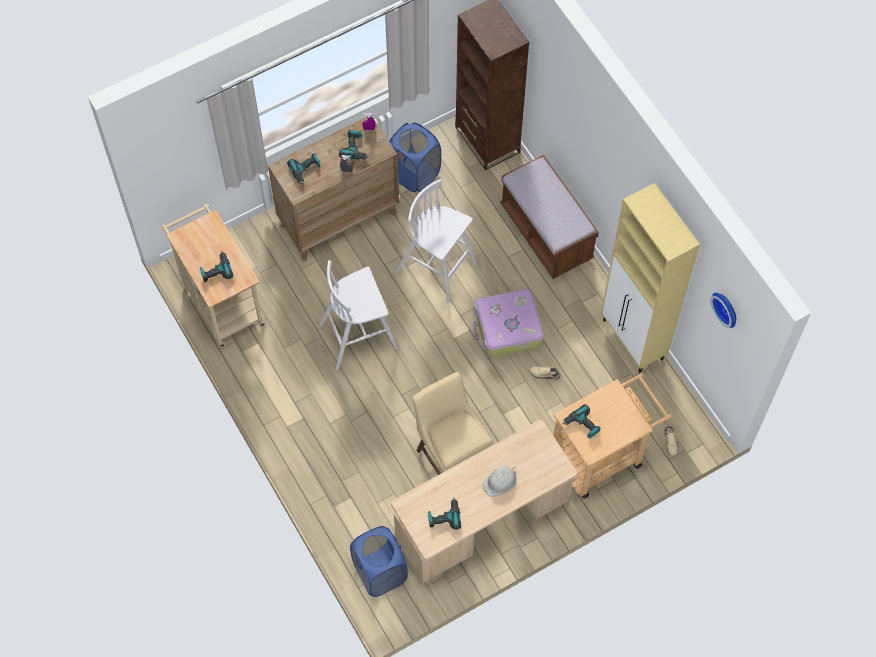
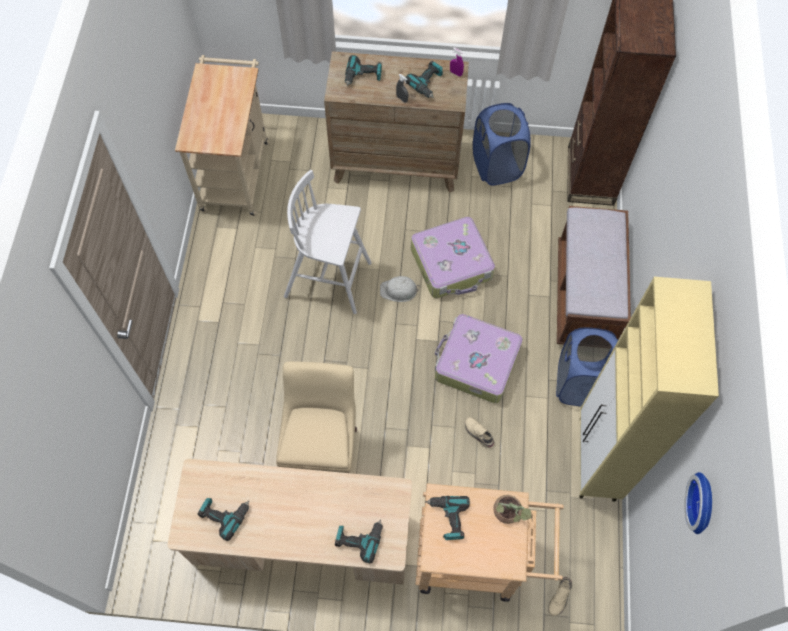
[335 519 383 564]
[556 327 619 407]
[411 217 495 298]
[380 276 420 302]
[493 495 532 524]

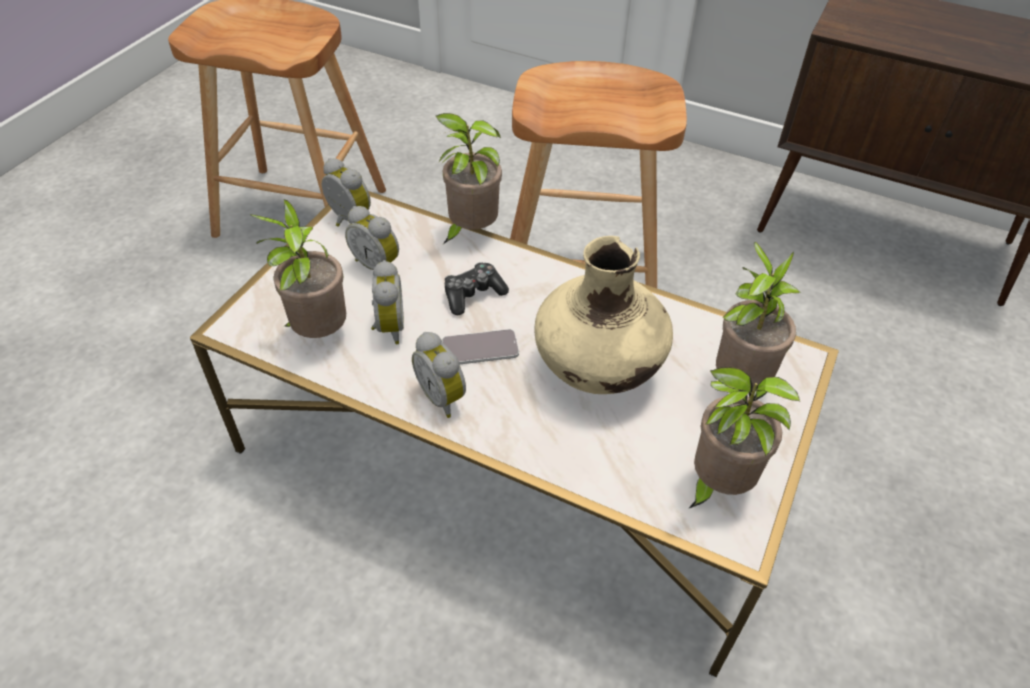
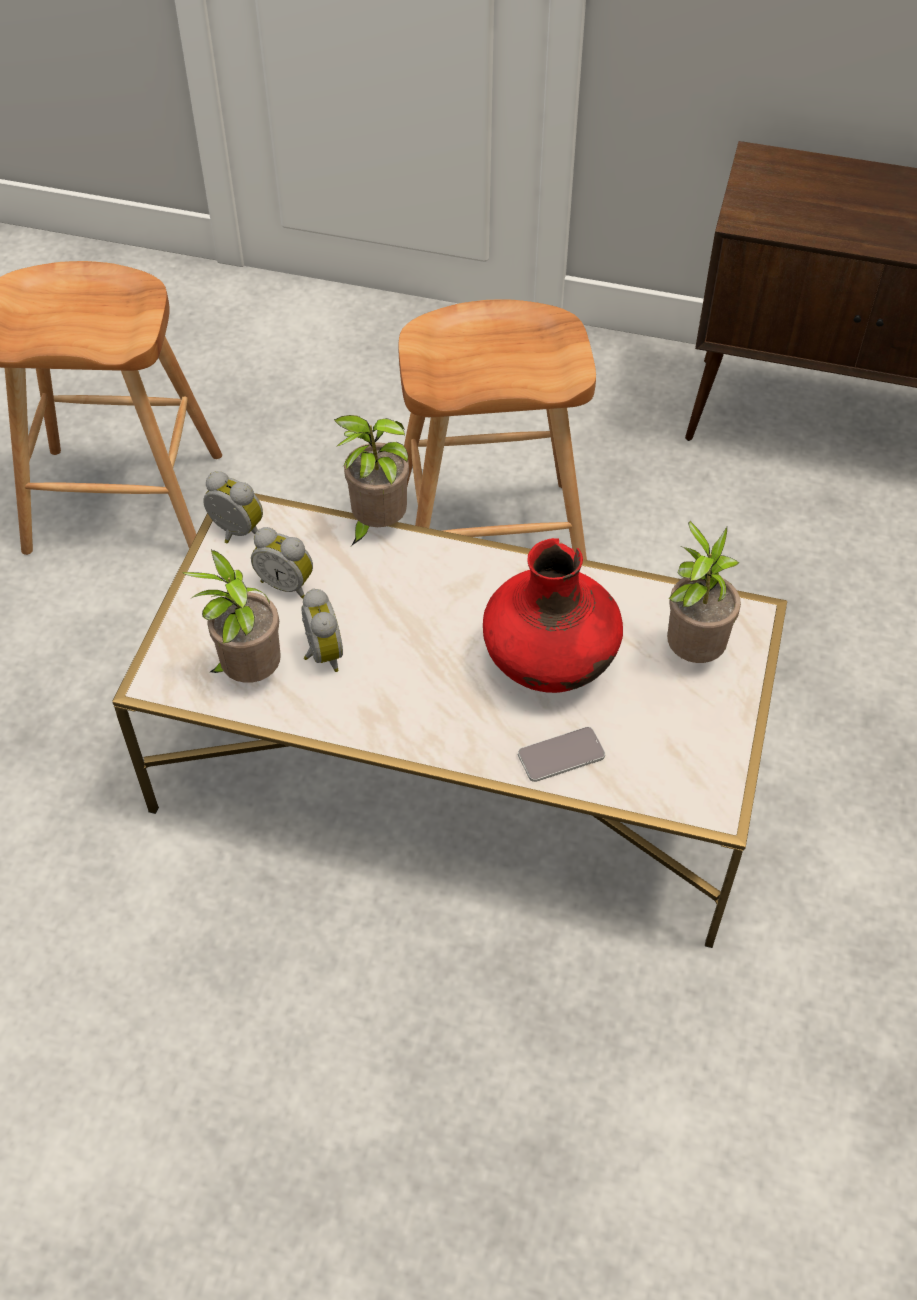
[412 332 466 418] (first image)
[518 727 605 782]
[445 262 509 315] (first image)
[483 538 623 693]
[688 367 800 509] (first image)

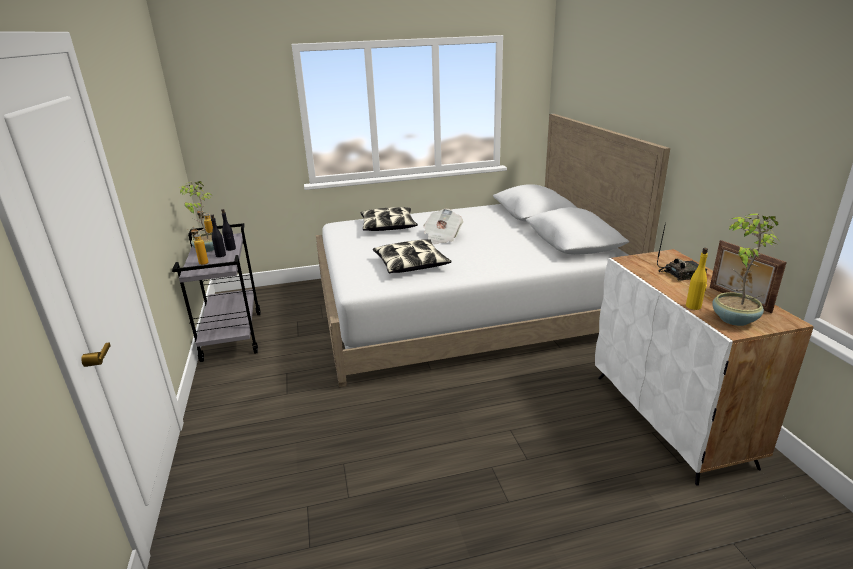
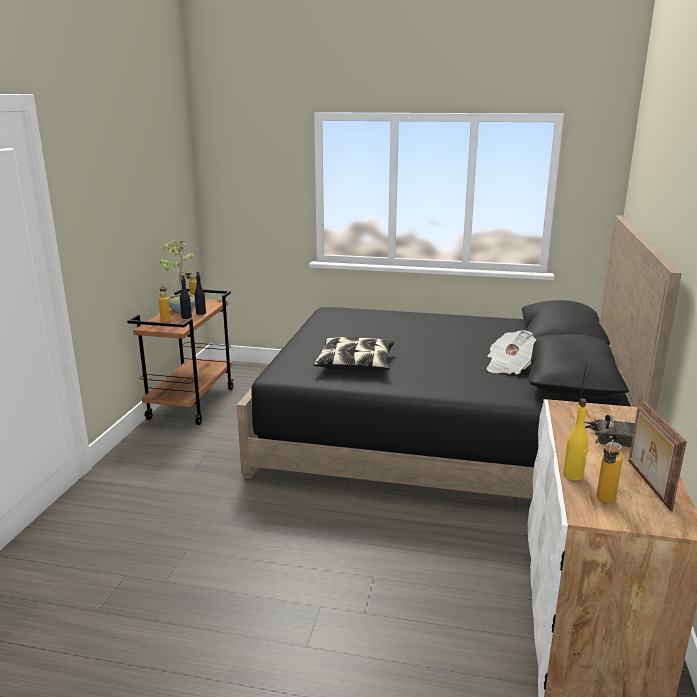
[127 288 234 425]
[237 216 682 499]
[361 207 418 231] (first image)
[487 330 536 374]
[596 440 622 504]

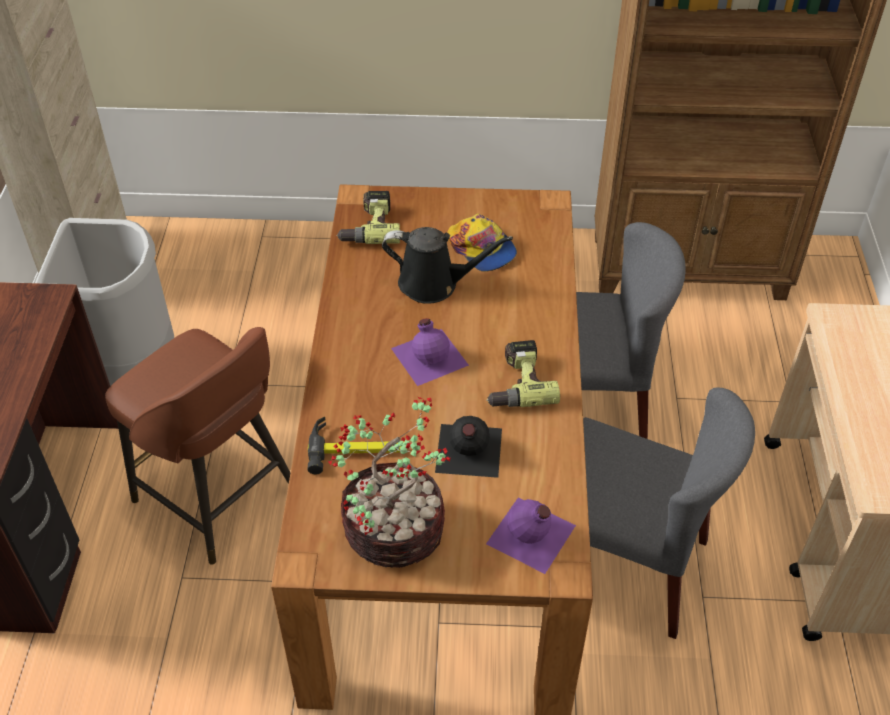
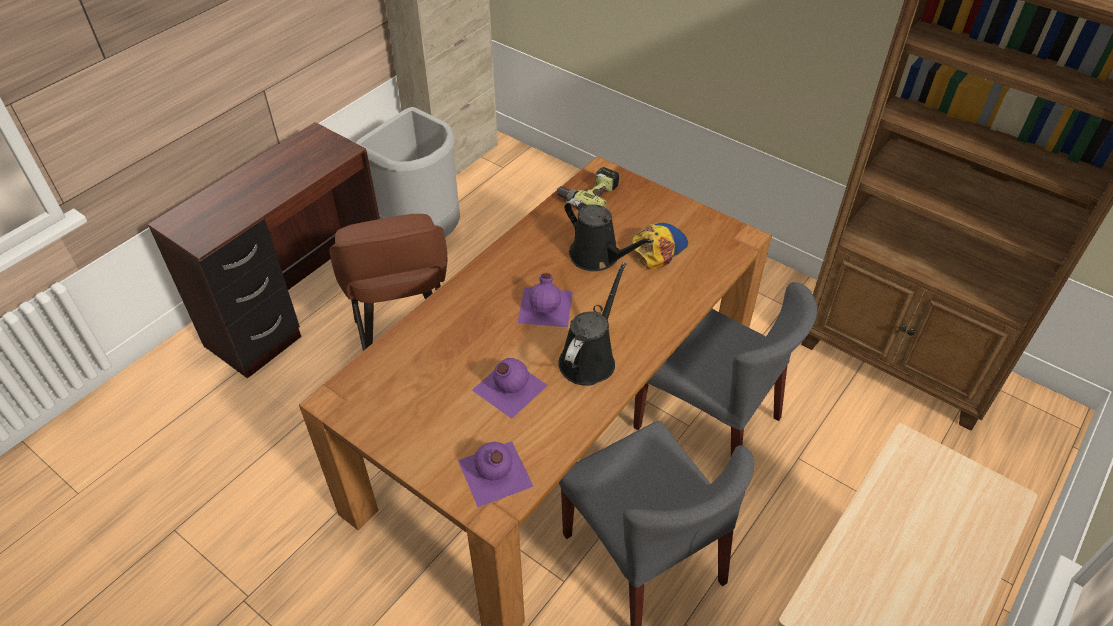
[308 416 404 474] (first image)
[328 397 451 568] (first image)
[472 358 548 419]
[632 223 688 270]
[558 262 626 385]

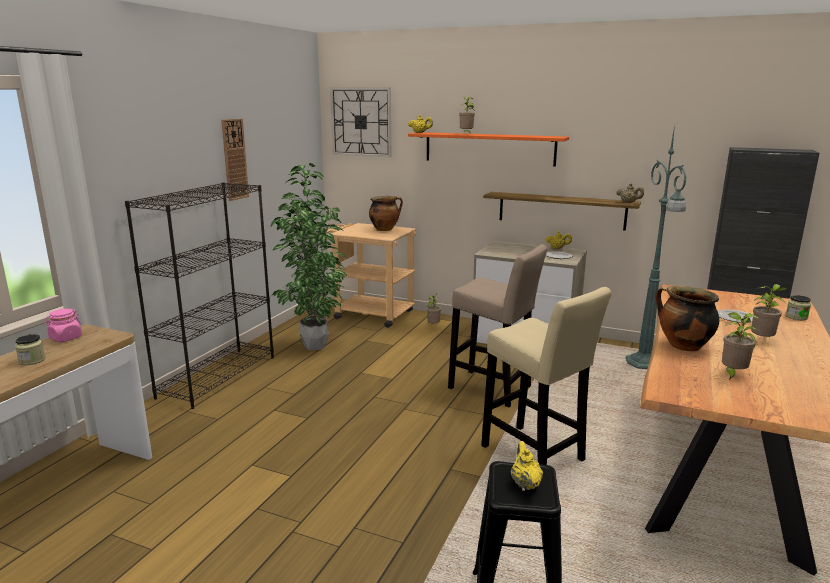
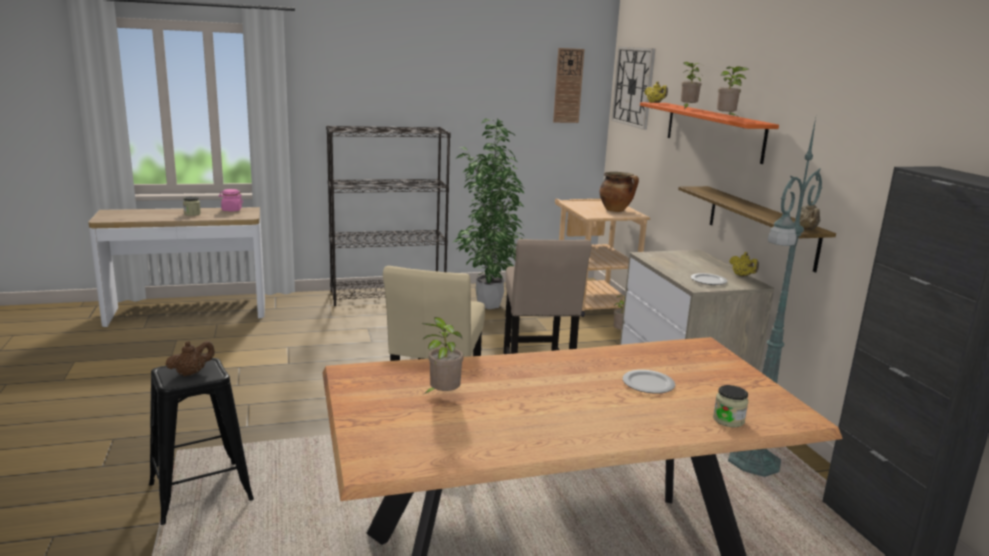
[553 48 585 123]
[166 341 215 376]
[656 286 719 352] (first image)
[717 66 749 116]

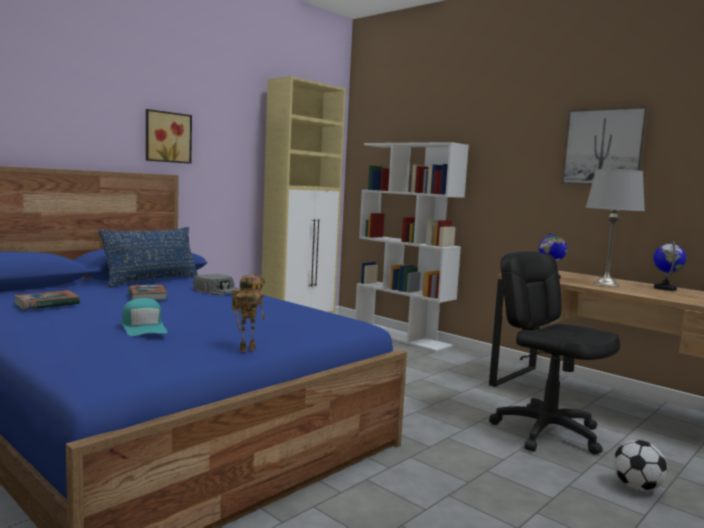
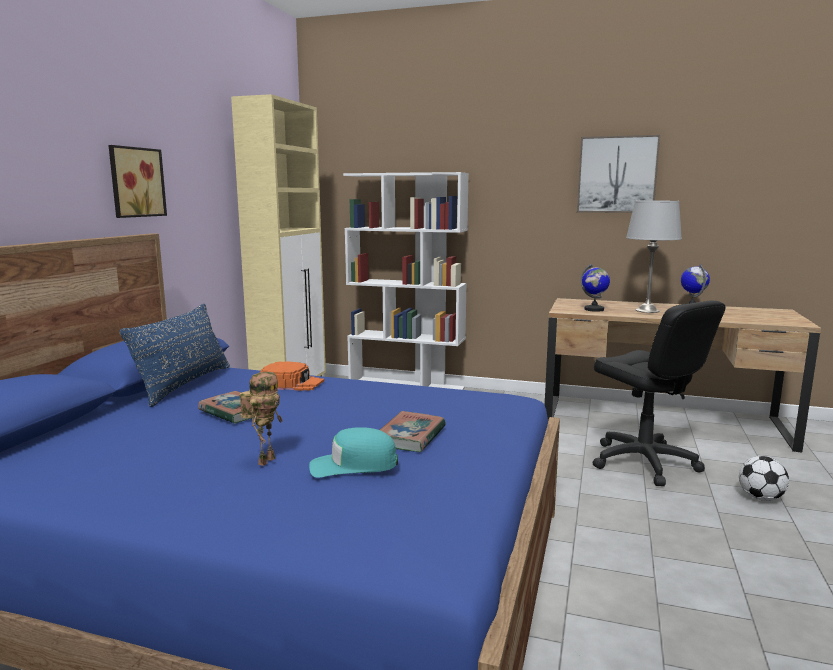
[380 411 446 452]
[309 427 398 477]
[260 361 325 391]
[239 372 283 466]
[593 301 726 486]

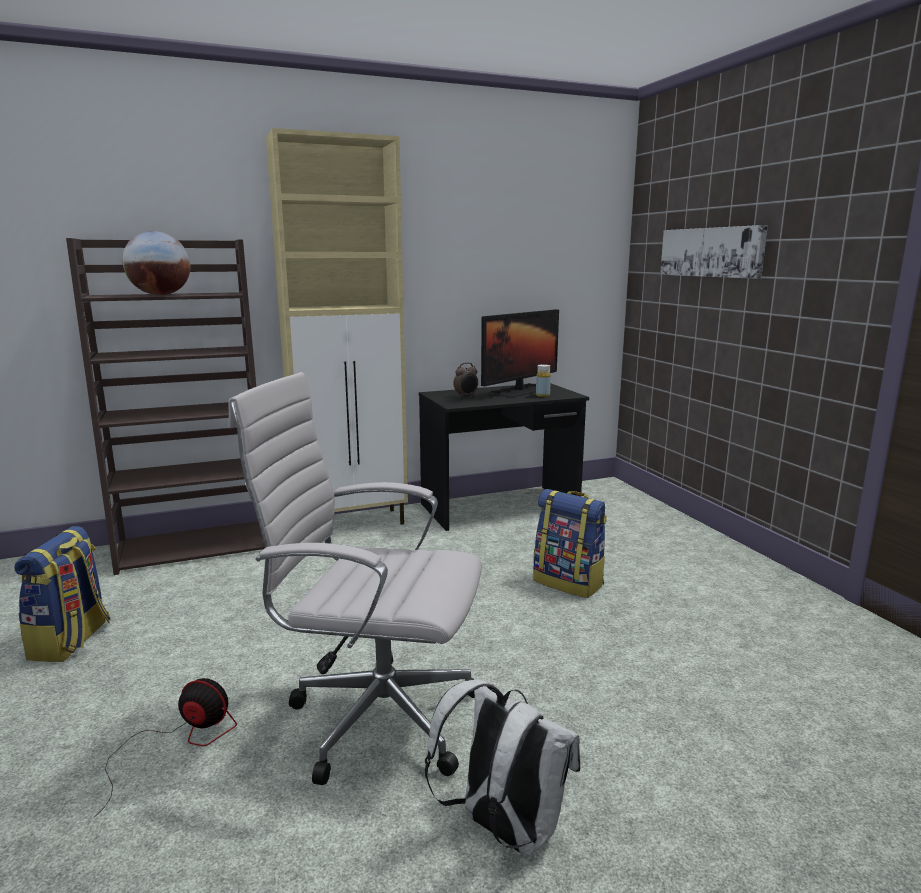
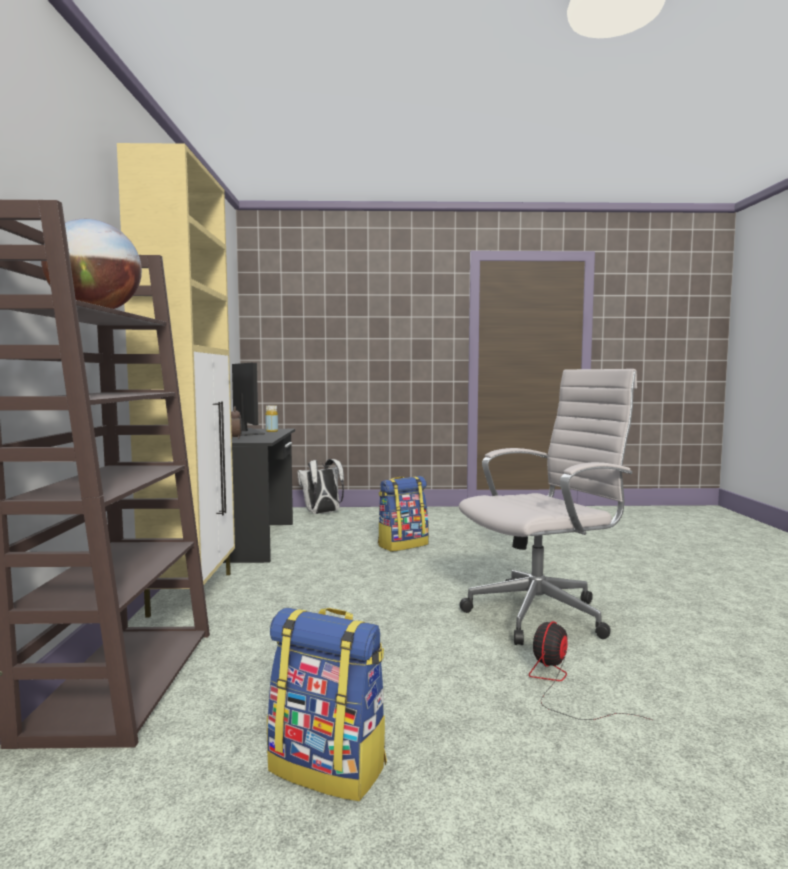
[459 369 637 645]
[297 459 344 514]
[660 225 768 279] (first image)

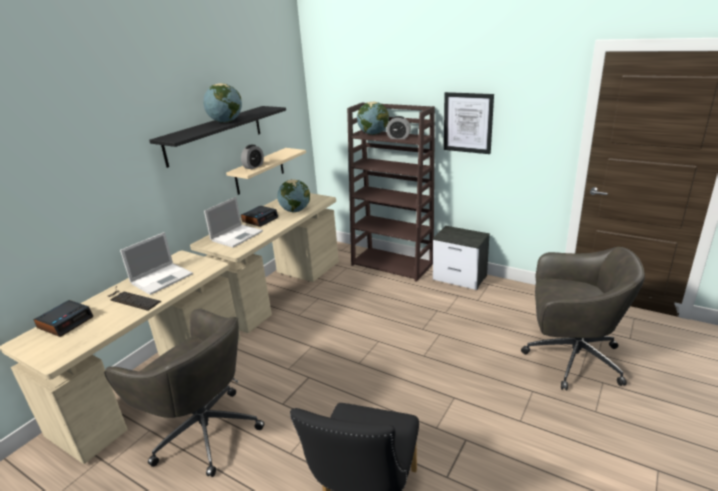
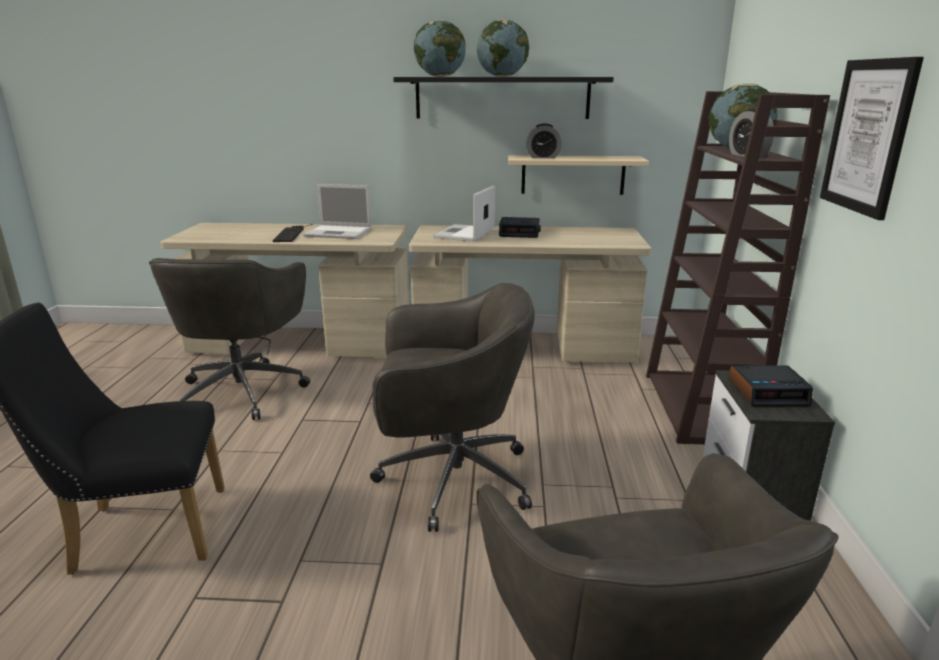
[729 365 813 407]
[433 186 495 242]
[414 20 466 77]
[370 283 535 532]

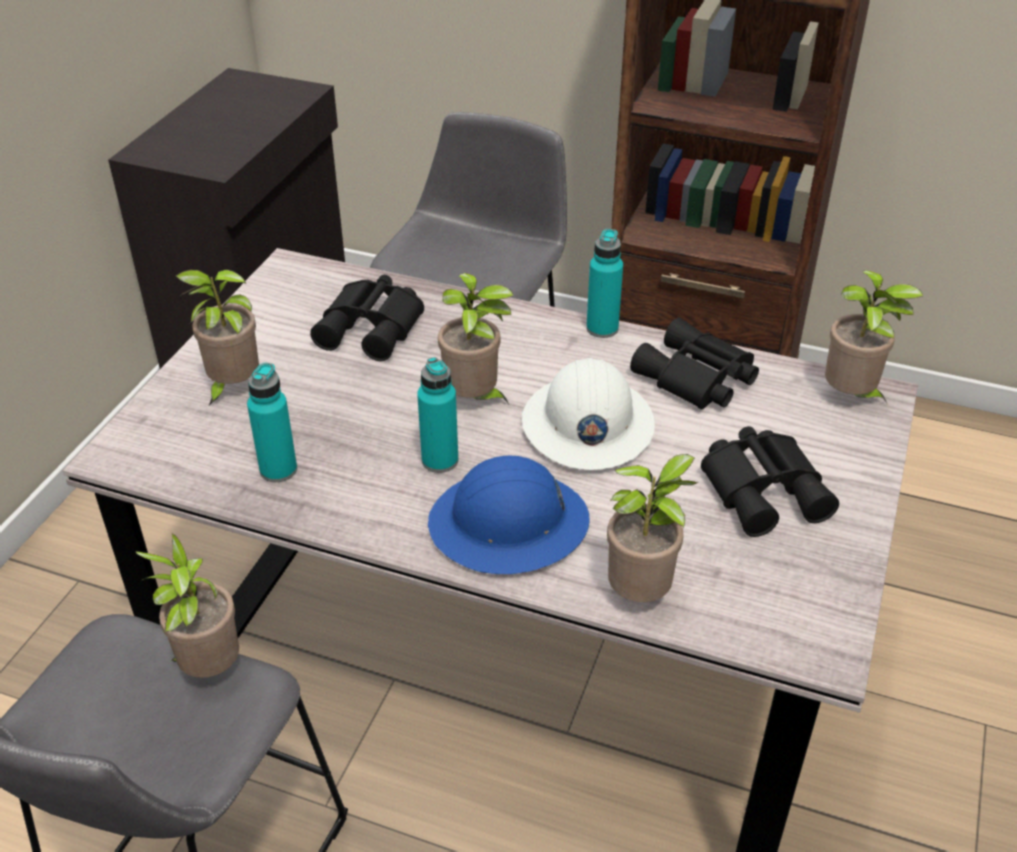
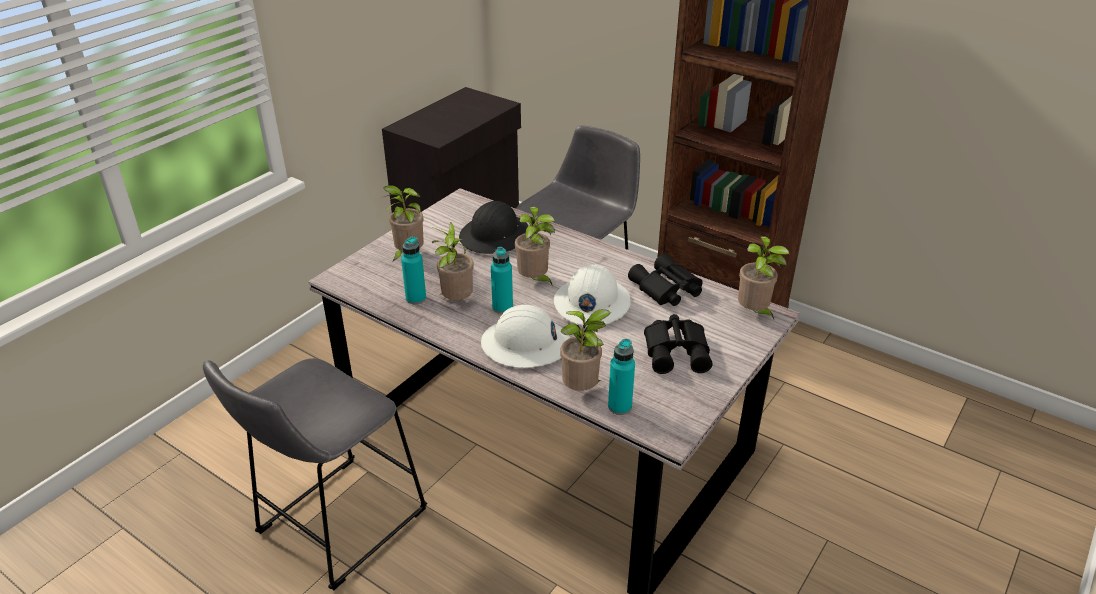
[432 222 474 300]
[459 201 528 254]
[481 305 570 368]
[608 339 635 415]

